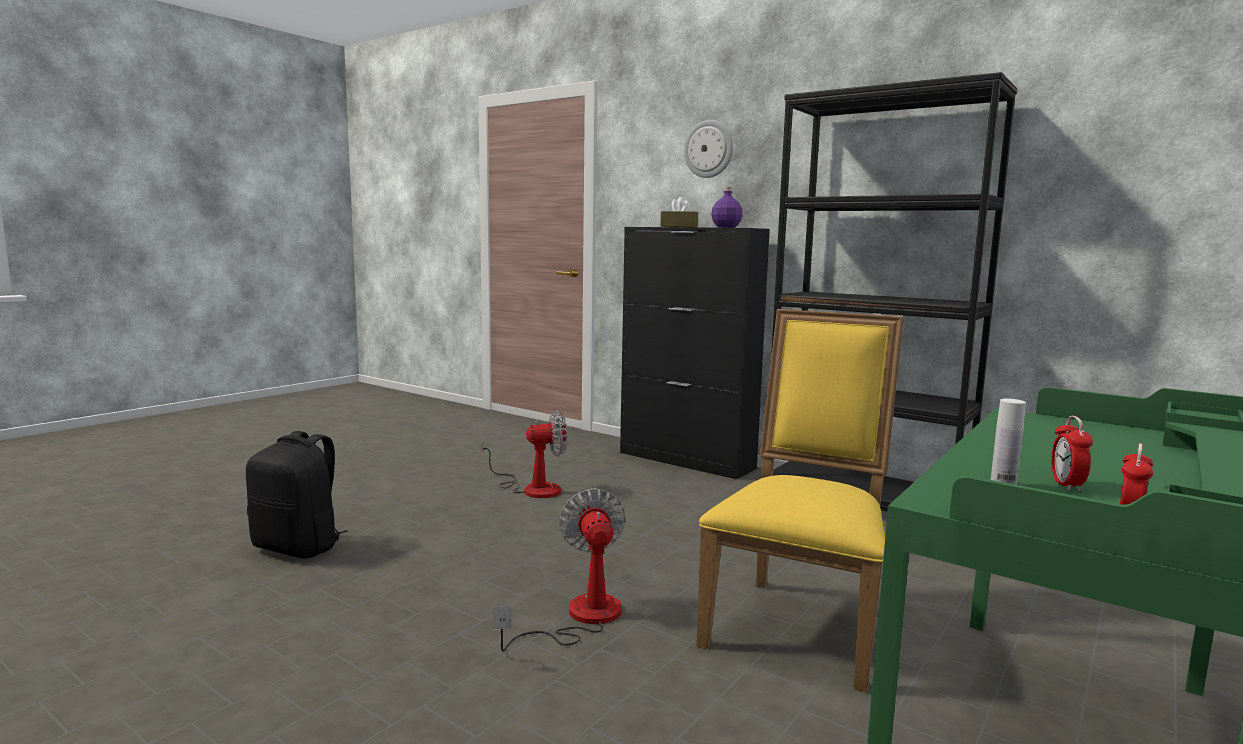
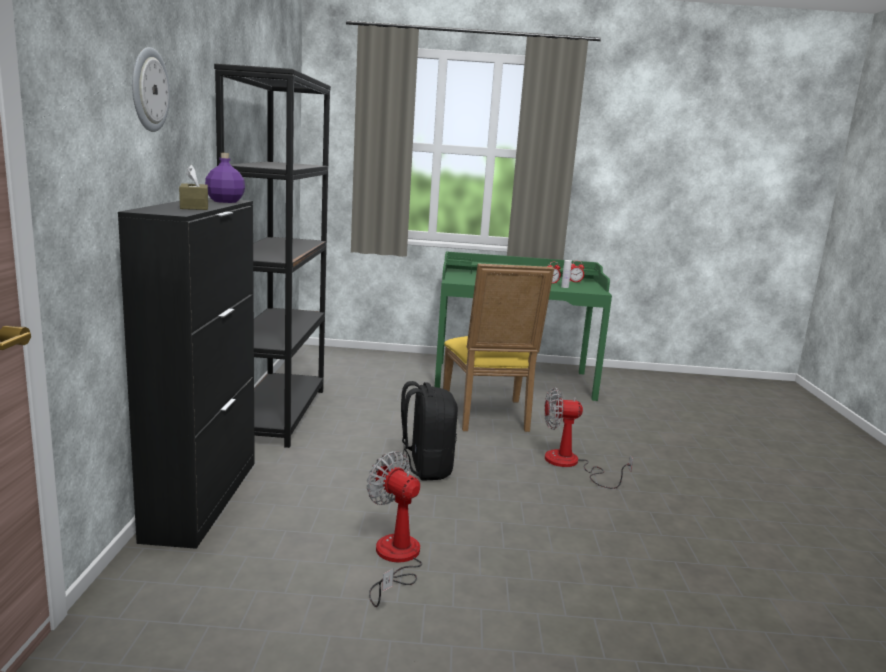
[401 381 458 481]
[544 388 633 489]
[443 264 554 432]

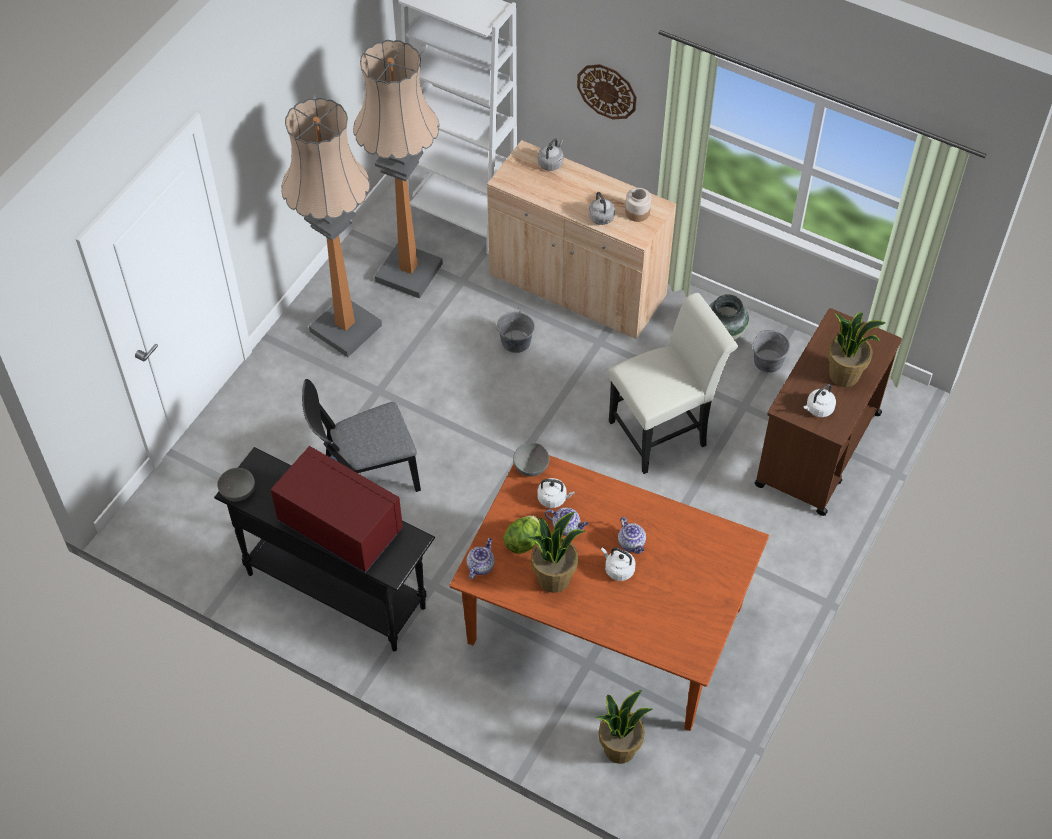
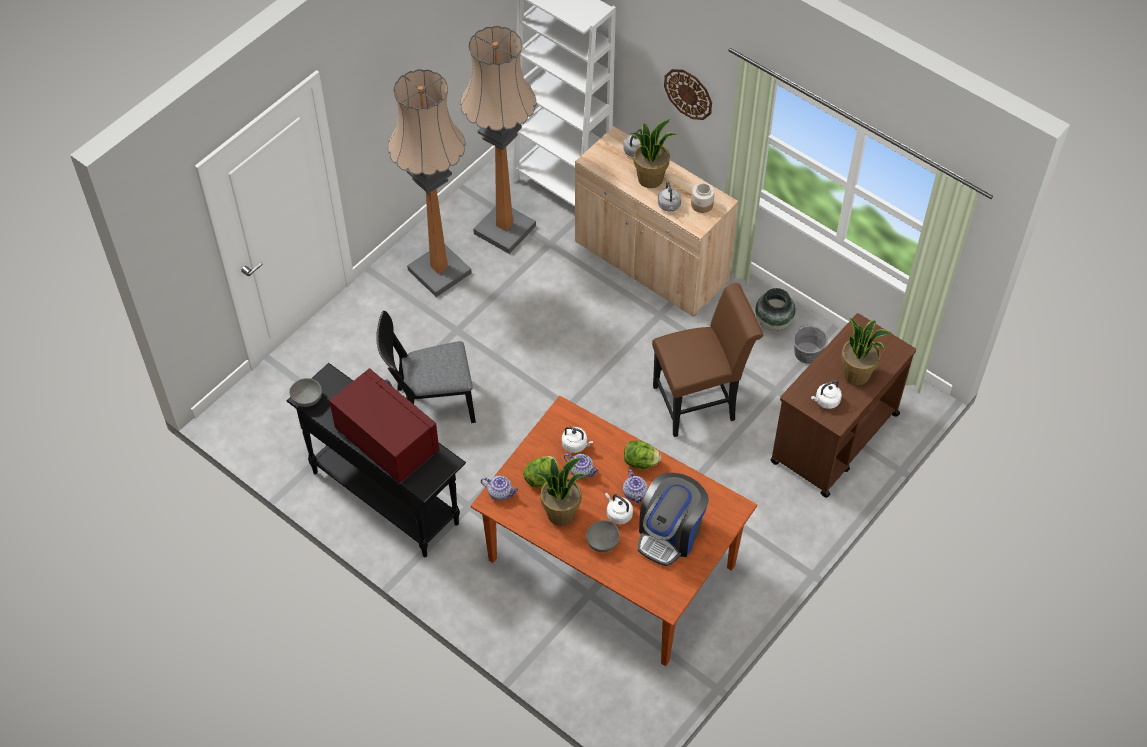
[481 476 519 501]
[497 308 535 353] (first image)
[586 520 620 552]
[630 119 677 188]
[652 283 763 437]
[624 440 661 469]
[638 473 709 566]

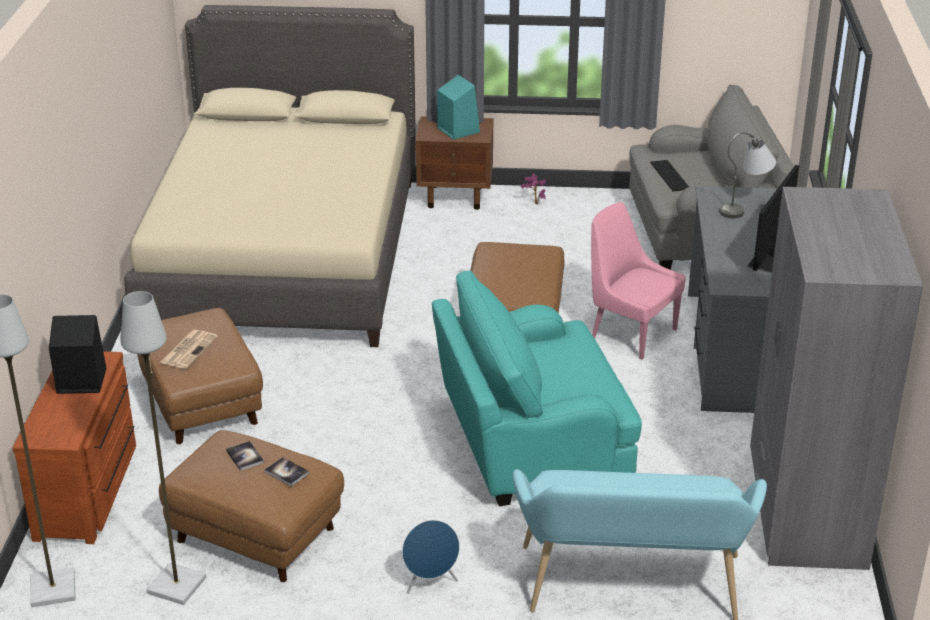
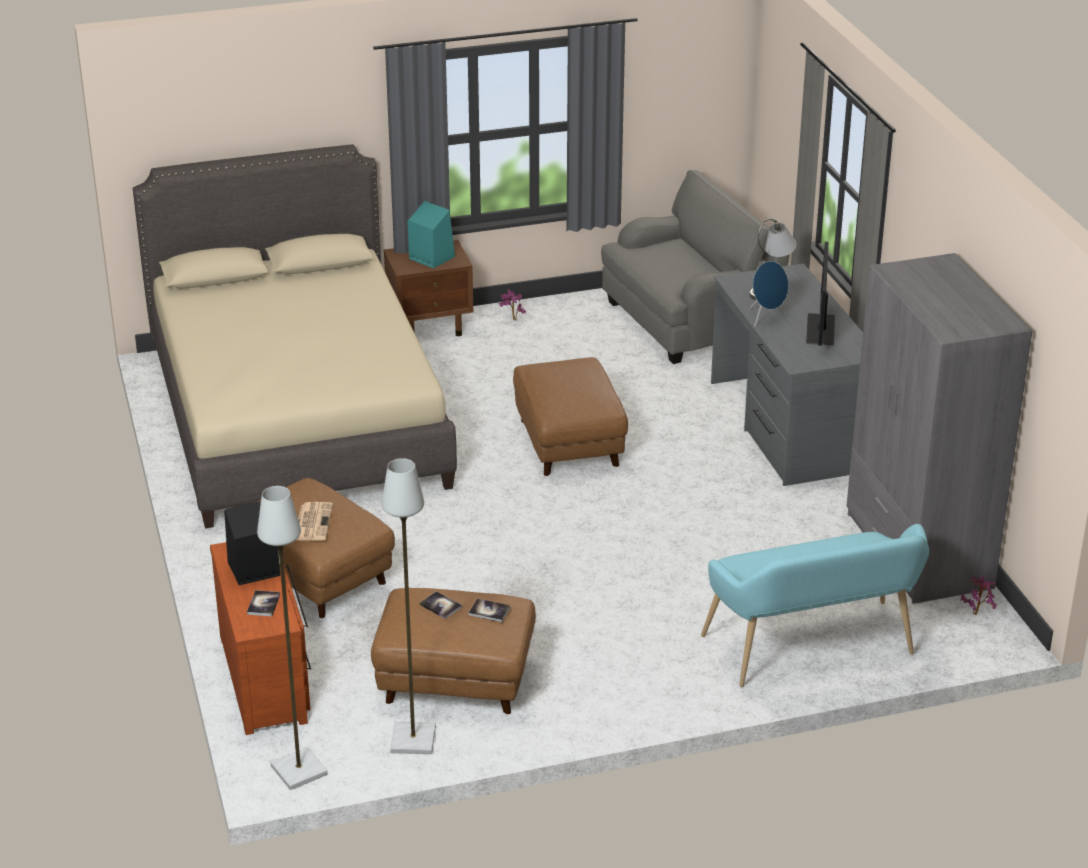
[749 261 789 327]
[432 270 642 506] (first image)
[591 202 686 360] (first image)
[650 160 689 192] (first image)
[247 590 280 616]
[960 576 997 615]

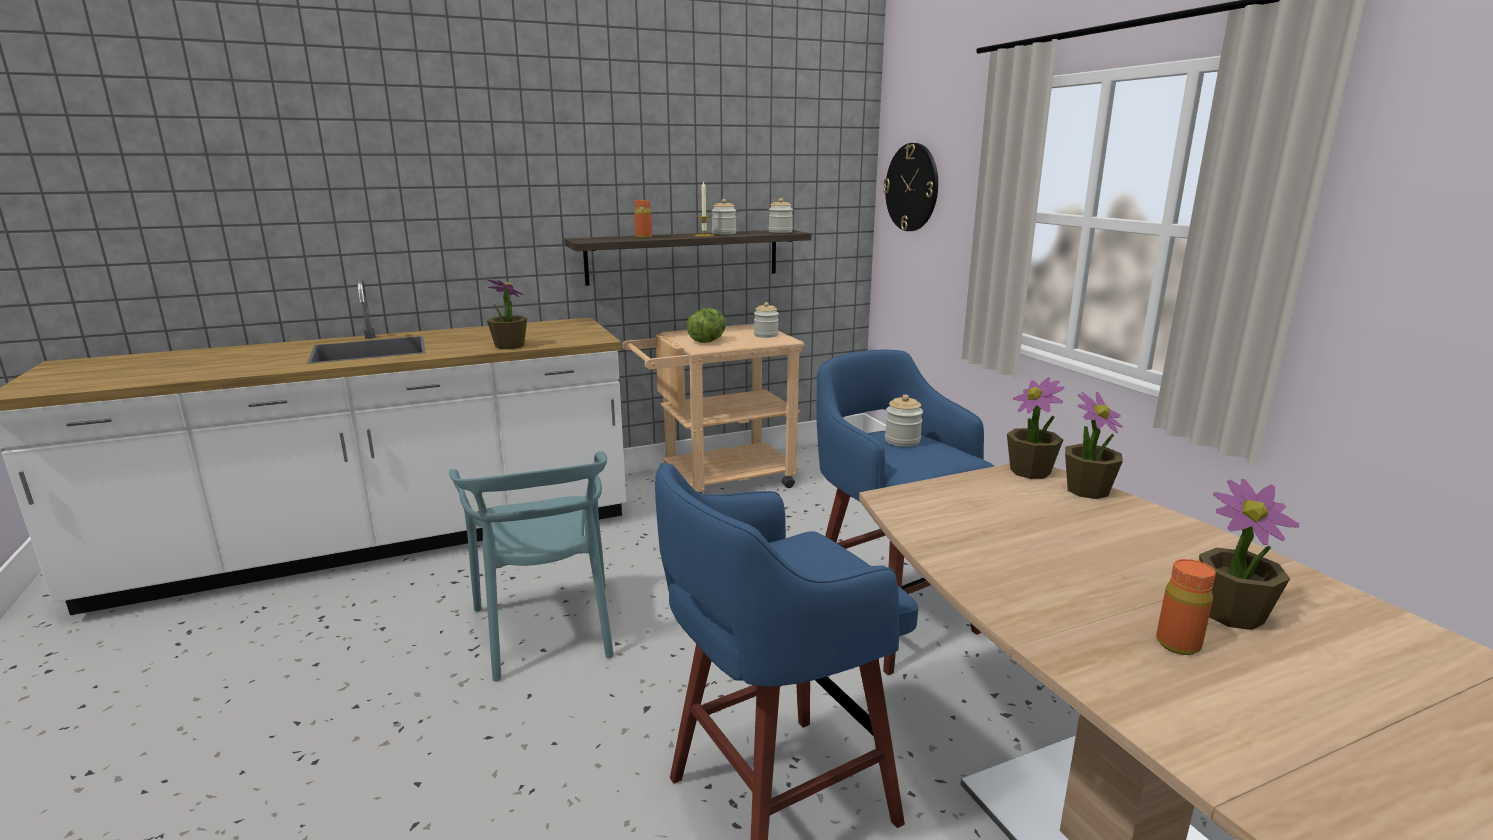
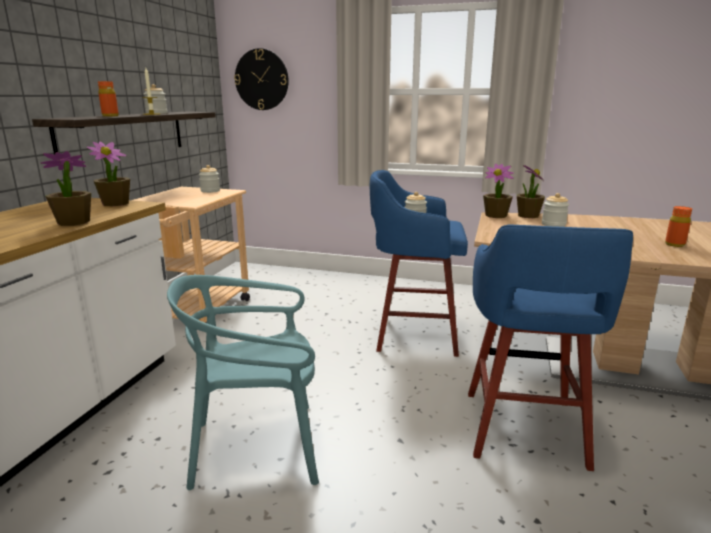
[167 275 319 490]
[687 308 726 343] (first image)
[542 193 569 227]
[87 142 130 206]

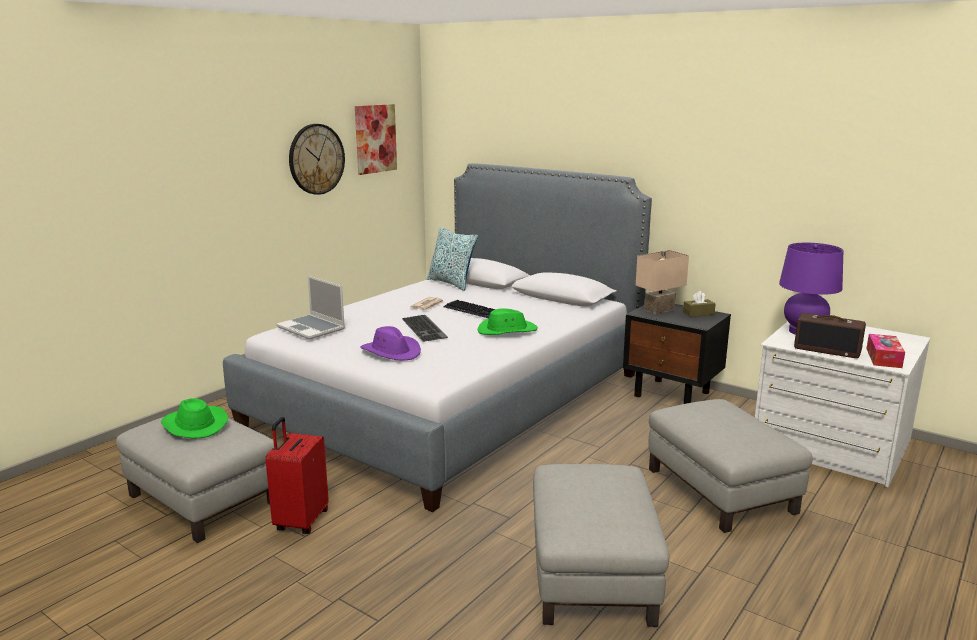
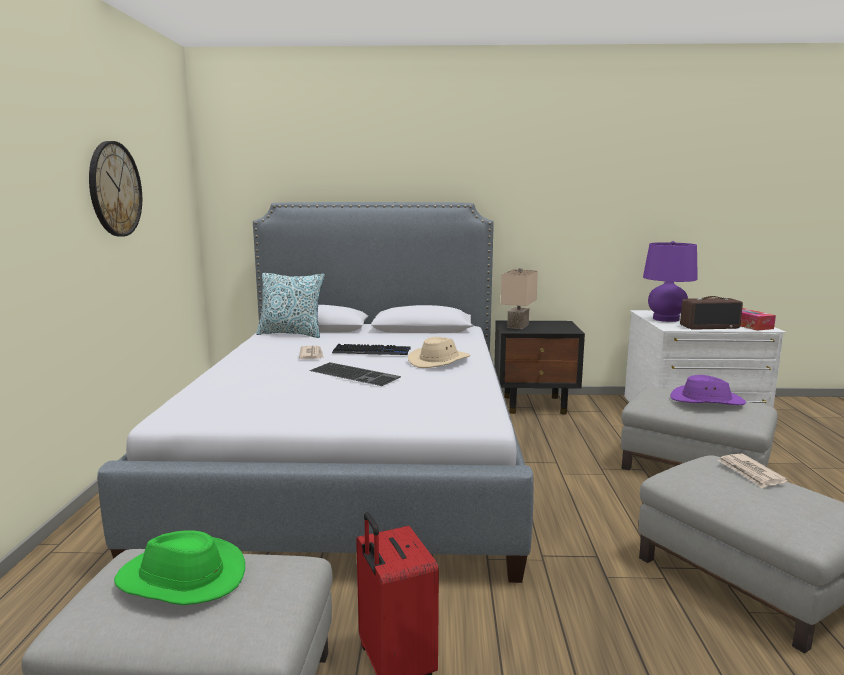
[276 276 345 340] (first image)
[355 104 397 175] (first image)
[670 375 746 405]
[408 337 470 368]
[683 291 716 317] (first image)
[718 454 788 489]

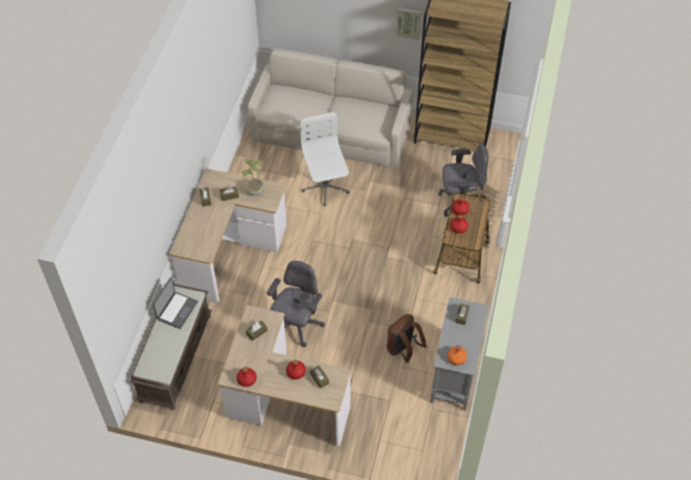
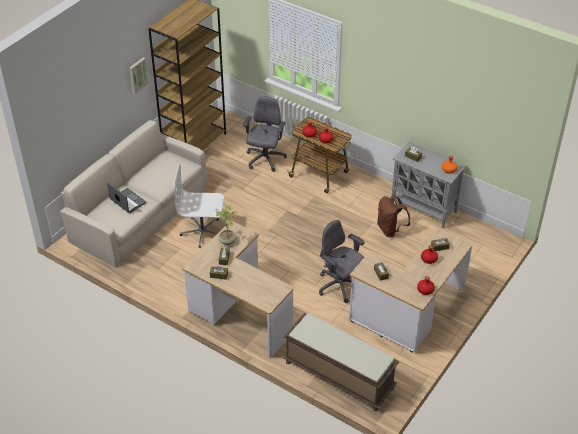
[107 182 146 213]

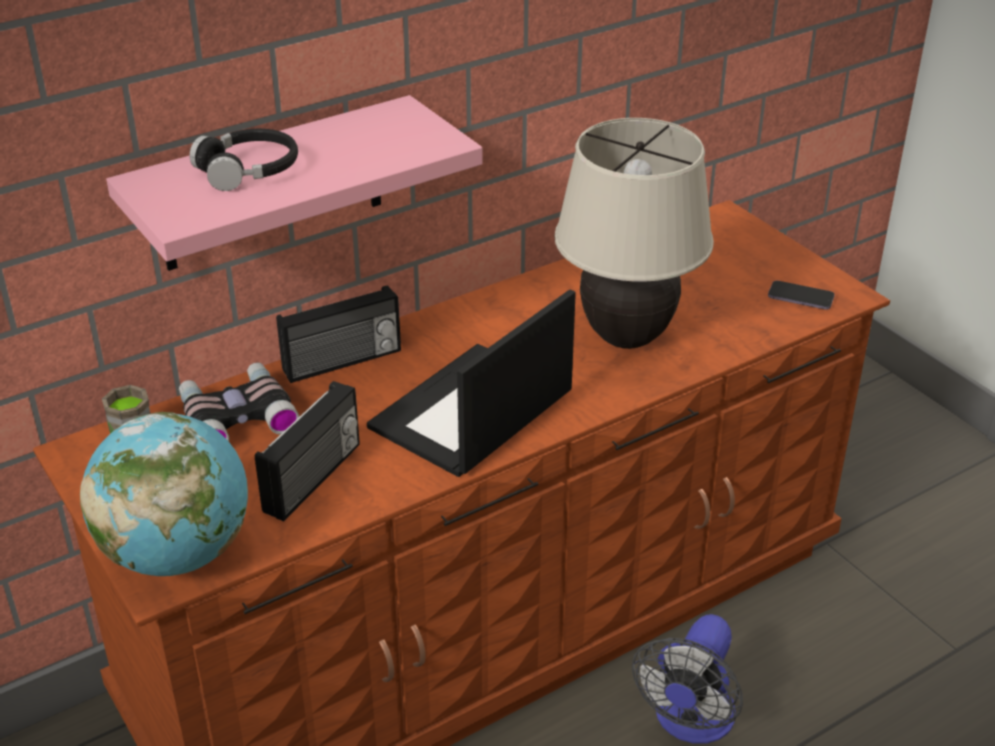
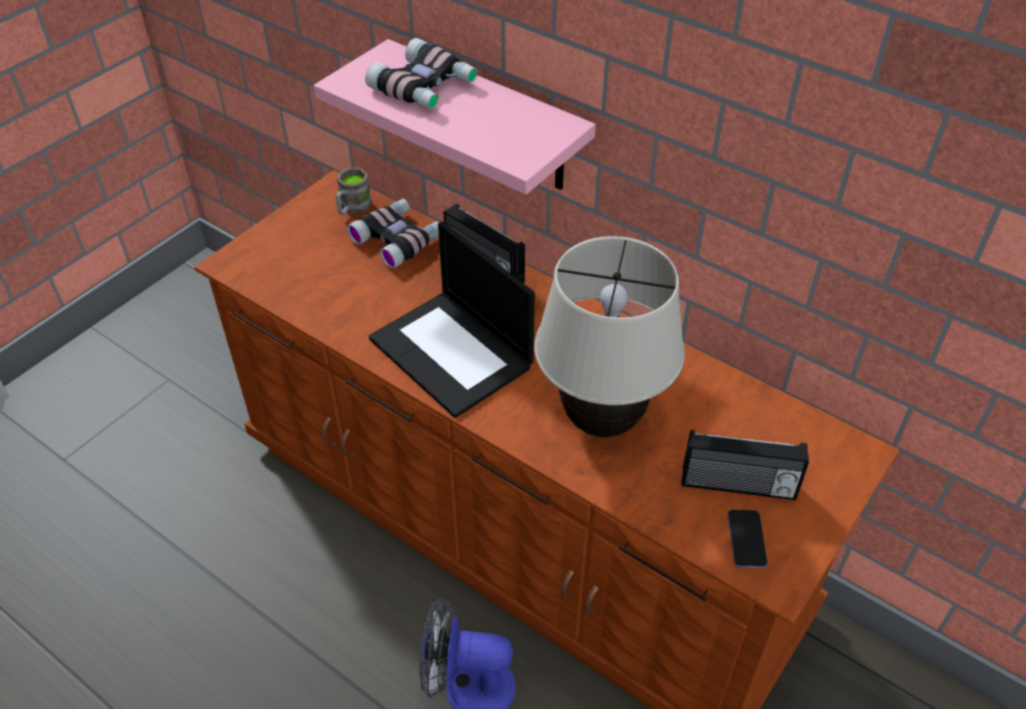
[80 412 248 576] (first image)
[365 38 477 109]
[681 430 809 500]
[369 222 535 418]

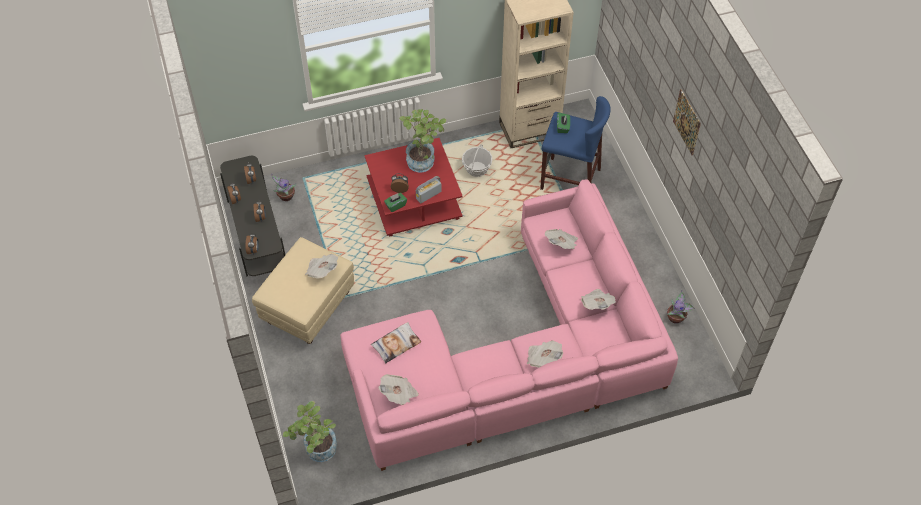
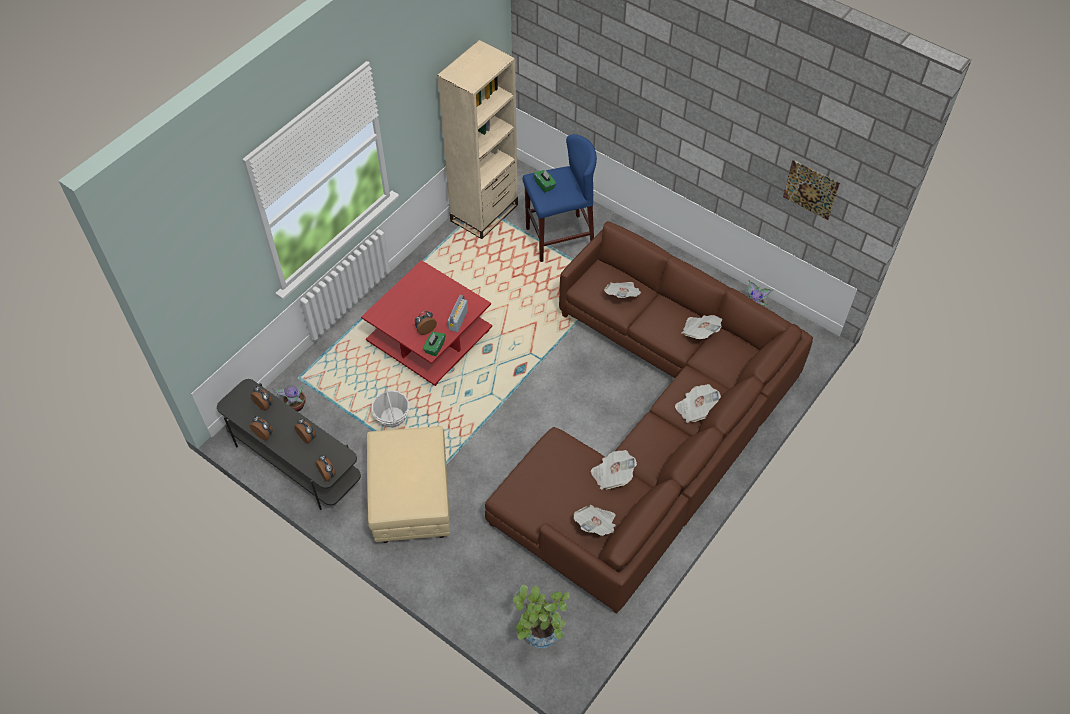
[591 450 637 490]
[485 221 813 614]
[371 322 421 364] (first image)
[399 109 447 172] (first image)
[371 388 409 428]
[783 160 840 220]

